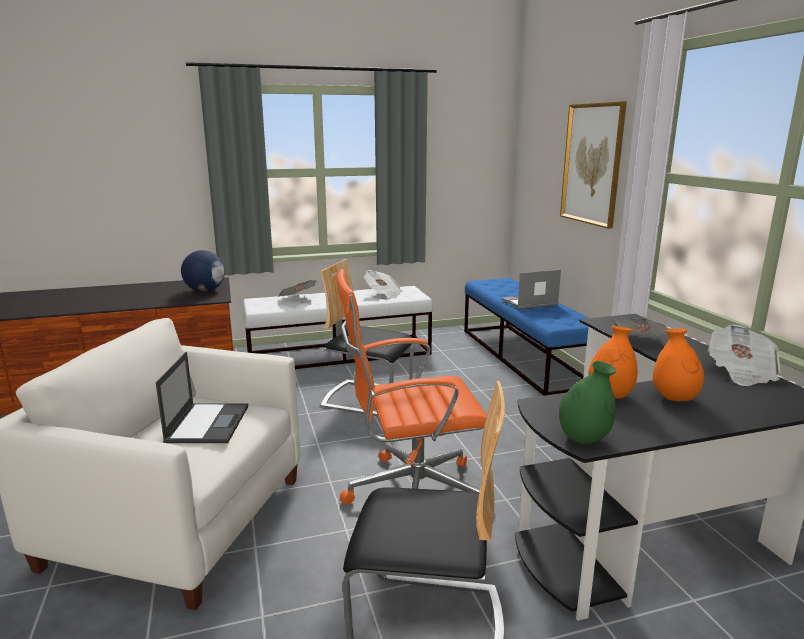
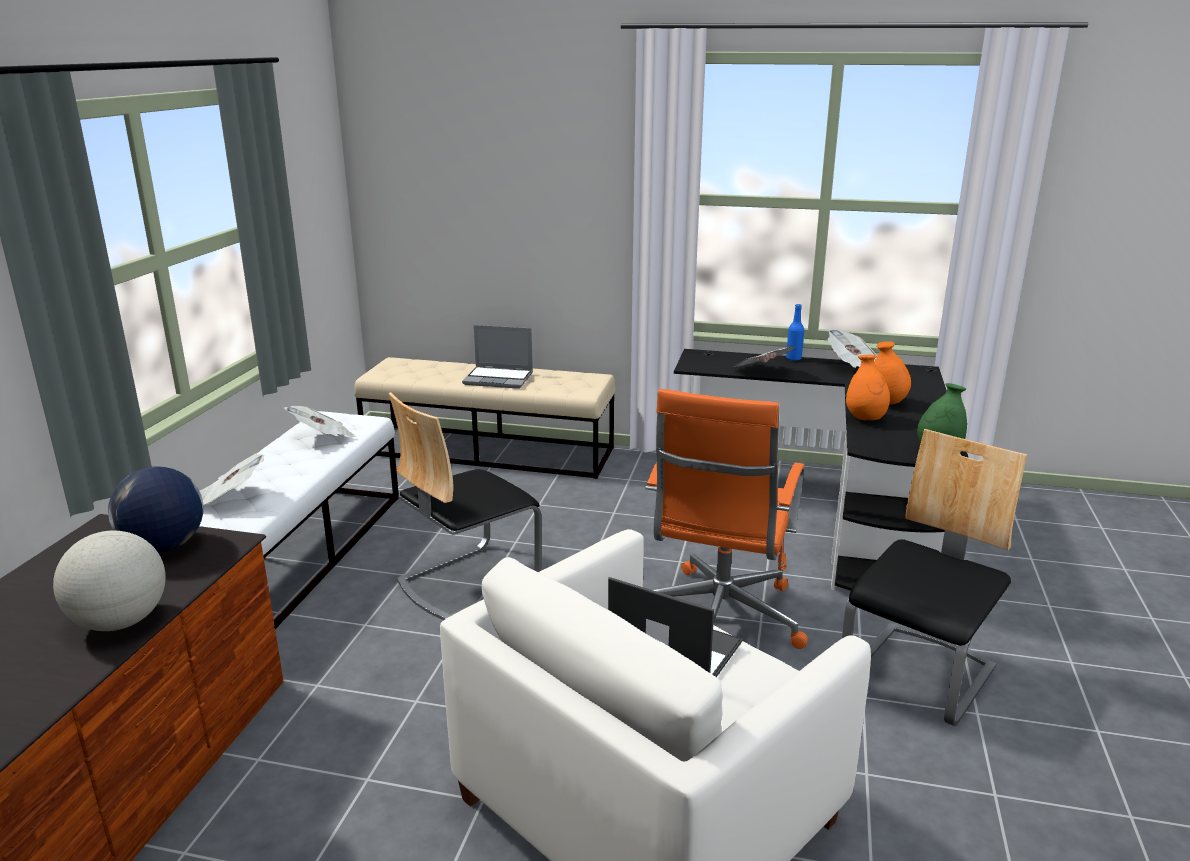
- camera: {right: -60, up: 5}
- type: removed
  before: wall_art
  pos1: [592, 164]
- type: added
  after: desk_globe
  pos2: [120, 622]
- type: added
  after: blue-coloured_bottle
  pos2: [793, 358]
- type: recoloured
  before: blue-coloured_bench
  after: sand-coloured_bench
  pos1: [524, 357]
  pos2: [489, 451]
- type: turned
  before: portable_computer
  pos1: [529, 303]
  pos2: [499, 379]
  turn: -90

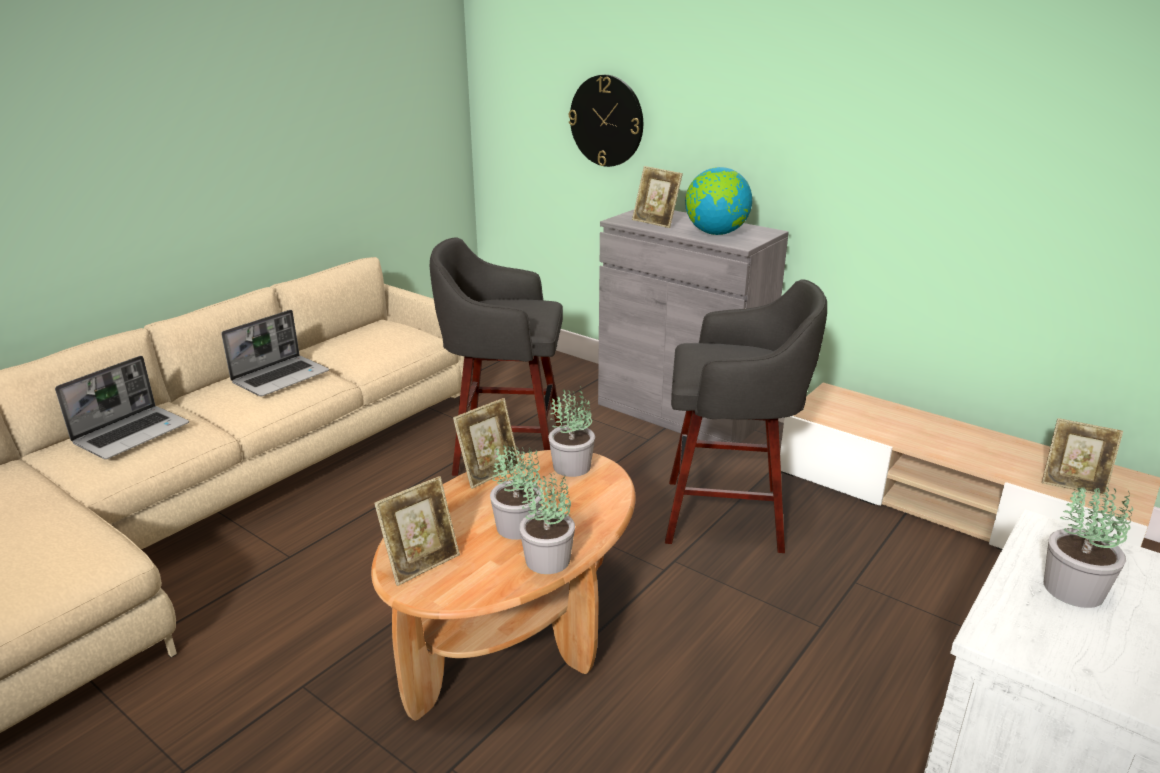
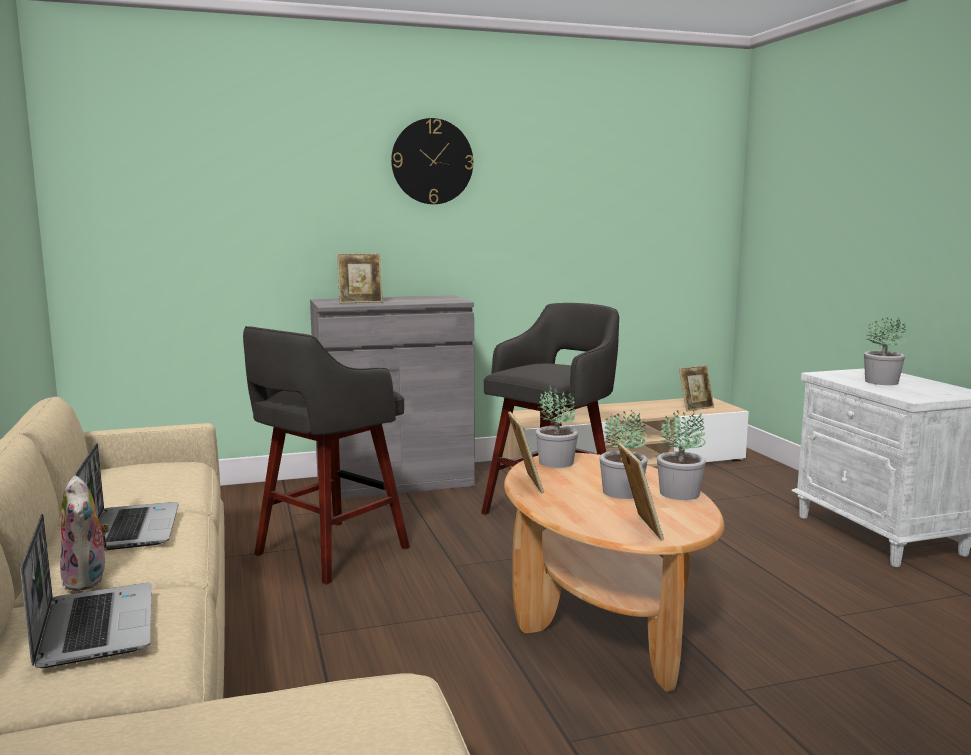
- camera: {right: -55, up: -15}
- type: removed
  before: desk_globe
  pos1: [715, 233]
- type: added
  after: soft_toy
  pos2: [88, 580]
- type: moved
  before: clock_on_the_wall
  pos1: [606, 121]
  pos2: [432, 161]

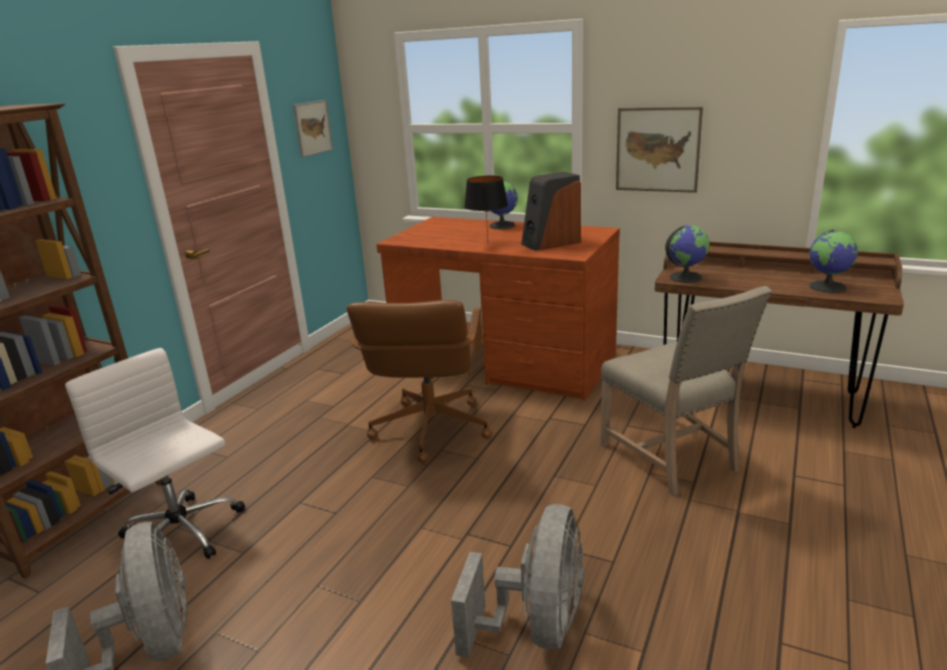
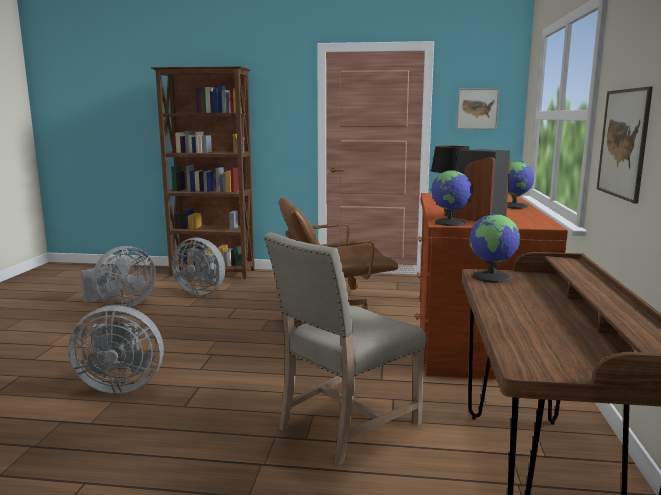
- camera: {right: 70, up: -10}
- type: moved
  before: desk_globe
  pos1: [828, 287]
  pos2: [450, 223]
- type: replaced
  before: whitish_office_chair
  after: greyish_cooling_fan
  pos1: [182, 535]
  pos2: [202, 292]

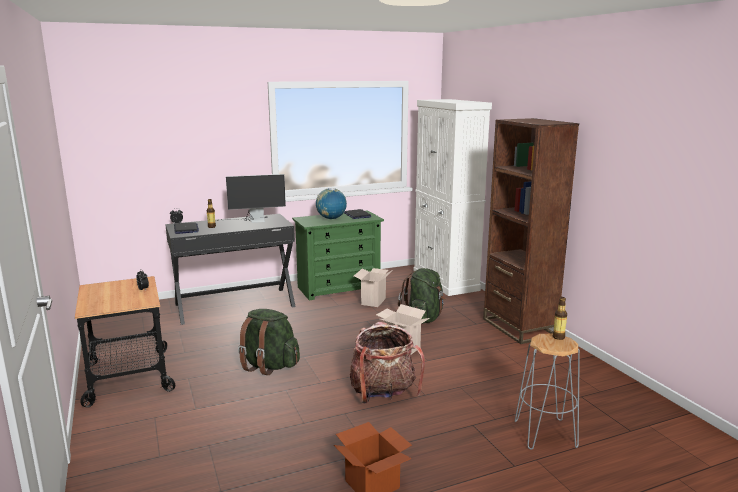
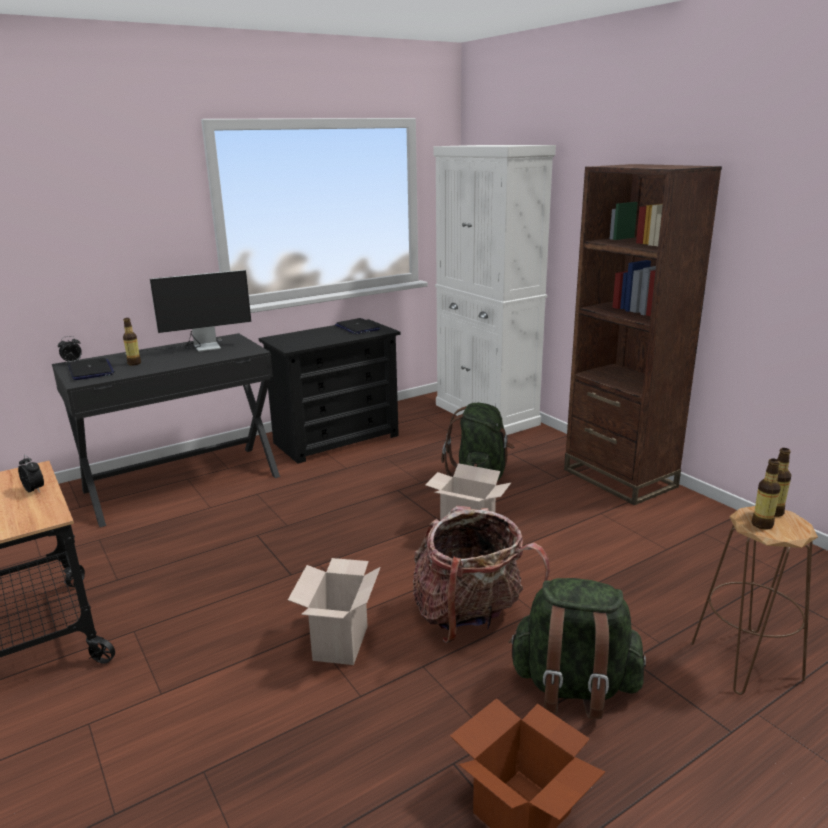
- camera: {right: -10, up: 5}
- type: removed
  before: desk_globe
  pos1: [331, 218]
- type: added
  after: bottle
  pos2: [762, 524]
- type: moved
  before: greenish_knapsack
  pos1: [269, 366]
  pos2: [573, 687]
- type: moved
  before: carton
  pos1: [373, 301]
  pos2: [339, 641]
- type: recoloured
  before: greenish_chest_of_drawers
  after: blackish_chest_of_drawers
  pos1: [339, 288]
  pos2: [337, 439]
- type: recoloured
  before: greyish_stool_seat
  after: brownish_stool_seat
  pos1: [545, 433]
  pos2: [745, 660]

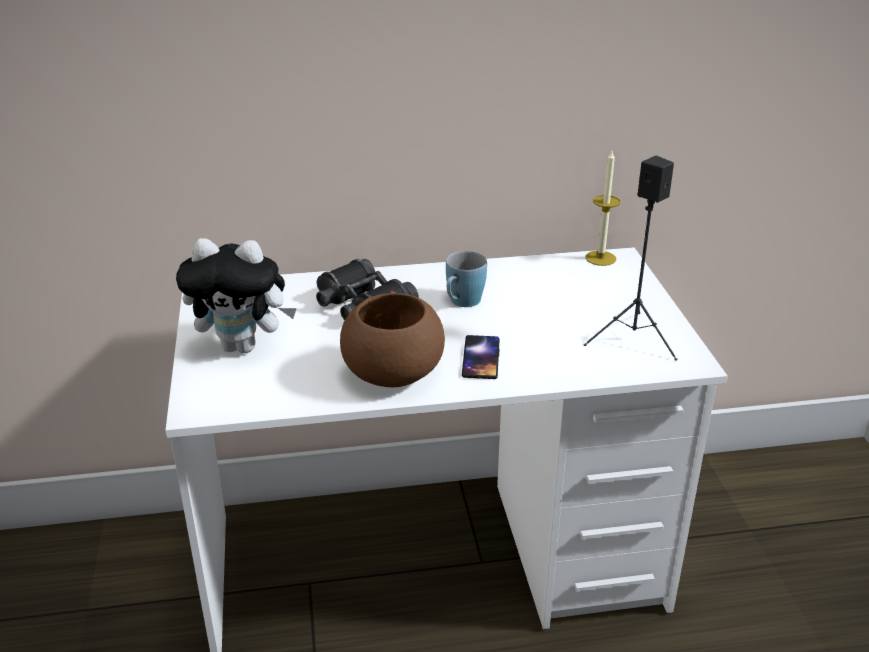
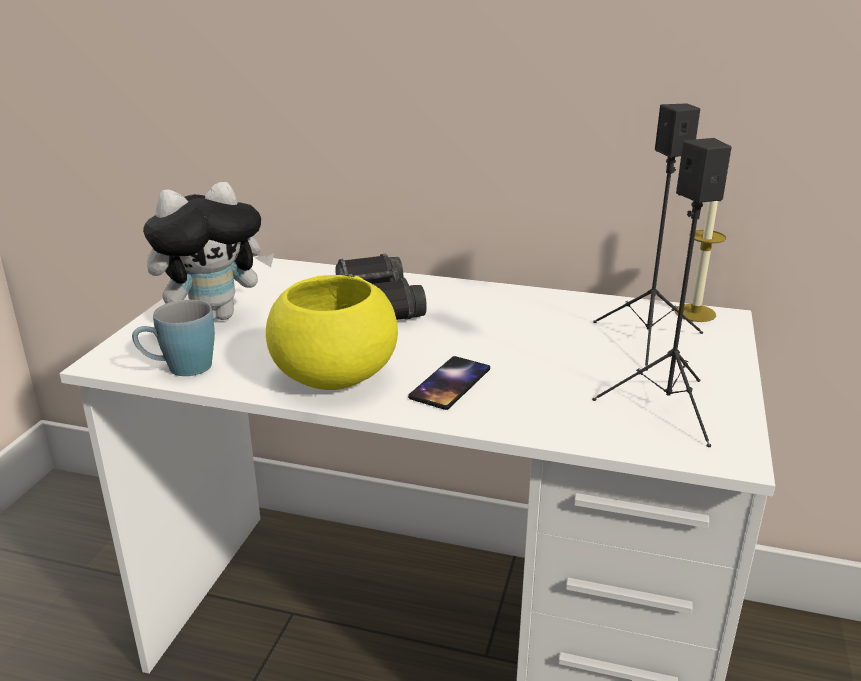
- camera: {right: 25, up: -5}
- type: added
  after: blackish_loudspeaker
  pos2: [647, 341]
- type: moved
  before: blue-coloured_mug
  pos1: [462, 303]
  pos2: [179, 369]
- type: recoloured
  before: brownish_serving_bowl
  after: yellowish_serving_bowl
  pos1: [393, 374]
  pos2: [334, 377]
- type: turned
  before: soft_toy
  pos1: [243, 346]
  pos2: [215, 316]
  turn: -60

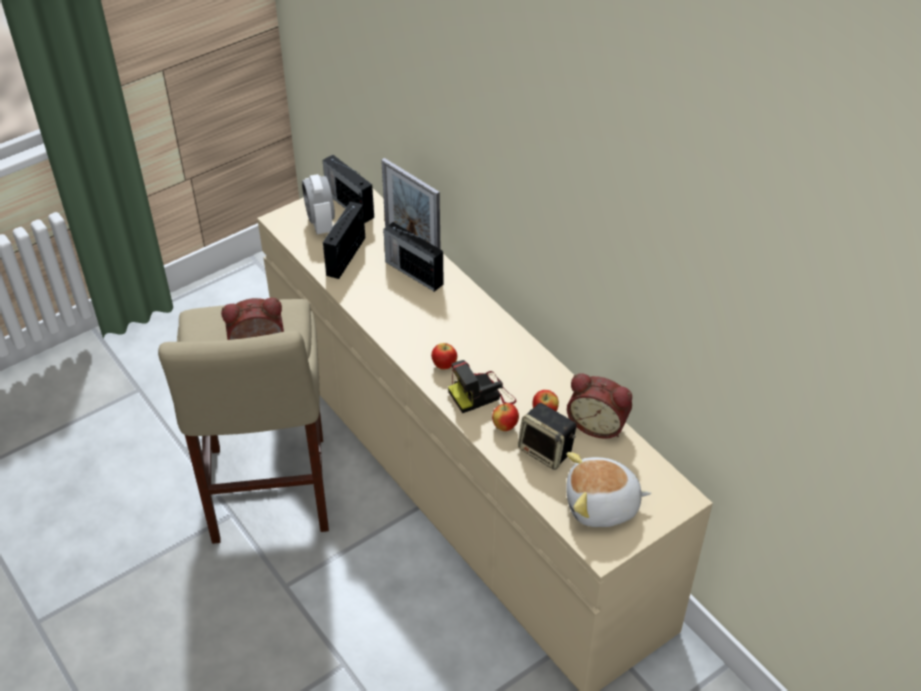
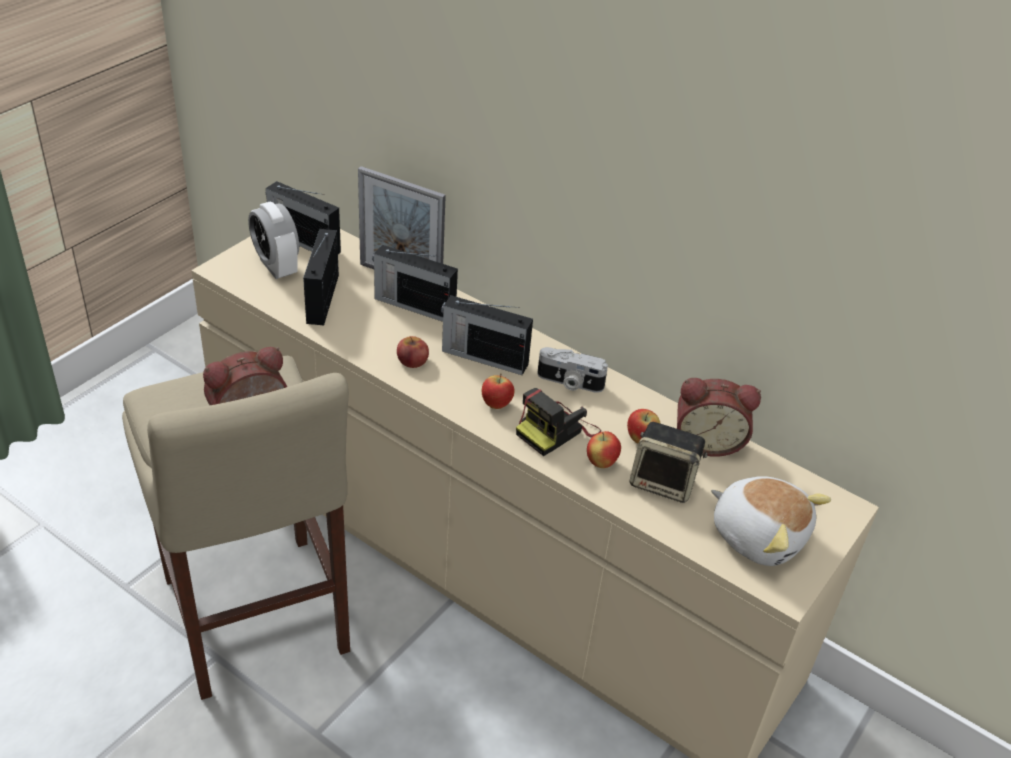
- camera: {right: -20, up: -5}
- type: added
  after: apple
  pos2: [412, 360]
- type: added
  after: radio_receiver
  pos2: [483, 357]
- type: added
  after: still_camera
  pos2: [569, 382]
- type: turned
  before: soft_toy
  pos1: [602, 506]
  pos2: [758, 535]
  turn: -120

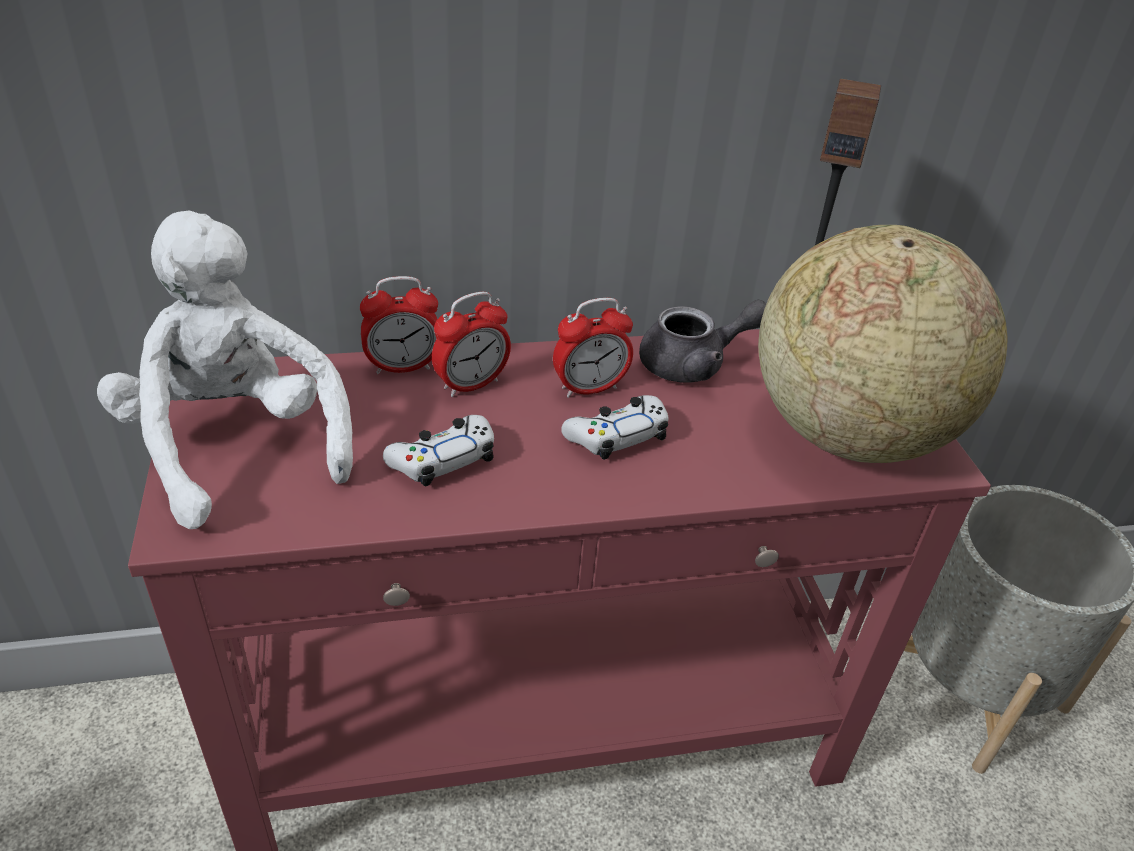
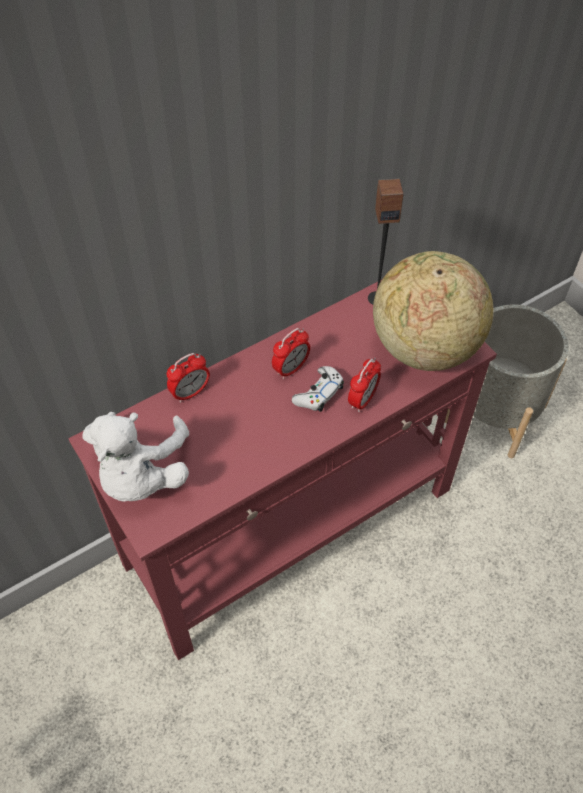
- camera: {right: -20, up: 15}
- type: removed
  before: whitish_game_controller
  pos1: [443, 459]
- type: removed
  before: greyish_pot_for_tea
  pos1: [694, 364]
- type: moved
  before: alarm_clock
  pos1: [471, 385]
  pos2: [362, 400]
- type: turned
  before: whitish_soft_toy
  pos1: [235, 444]
  pos2: [140, 474]
  turn: -120

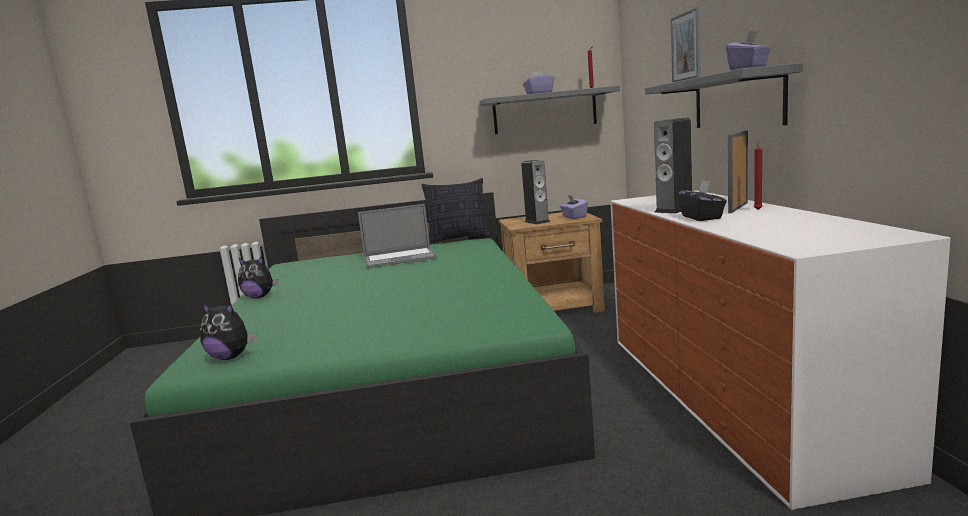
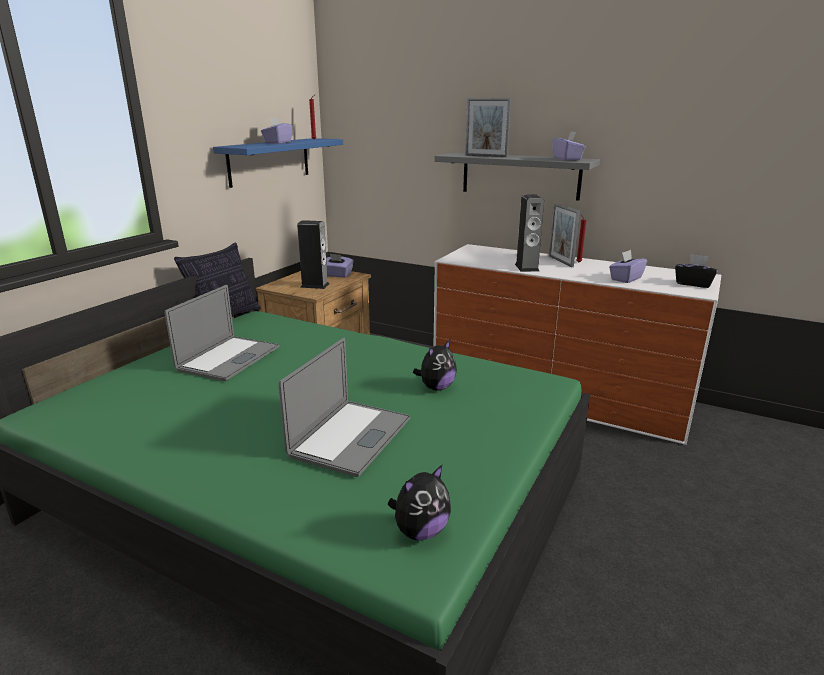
- camera: {right: -55, up: 10}
- type: added
  after: portable_computer
  pos2: [351, 436]
- type: added
  after: purple-coloured_box_of_tissues
  pos2: [625, 279]
- type: moved
  before: soft_toy
  pos1: [259, 297]
  pos2: [436, 387]
- type: moved
  before: blackish_box_of_tissues
  pos1: [702, 217]
  pos2: [693, 283]
- type: recoloured
  before: greyish_wall_shelf
  after: blue-coloured_wall_shelf
  pos1: [545, 111]
  pos2: [269, 161]

